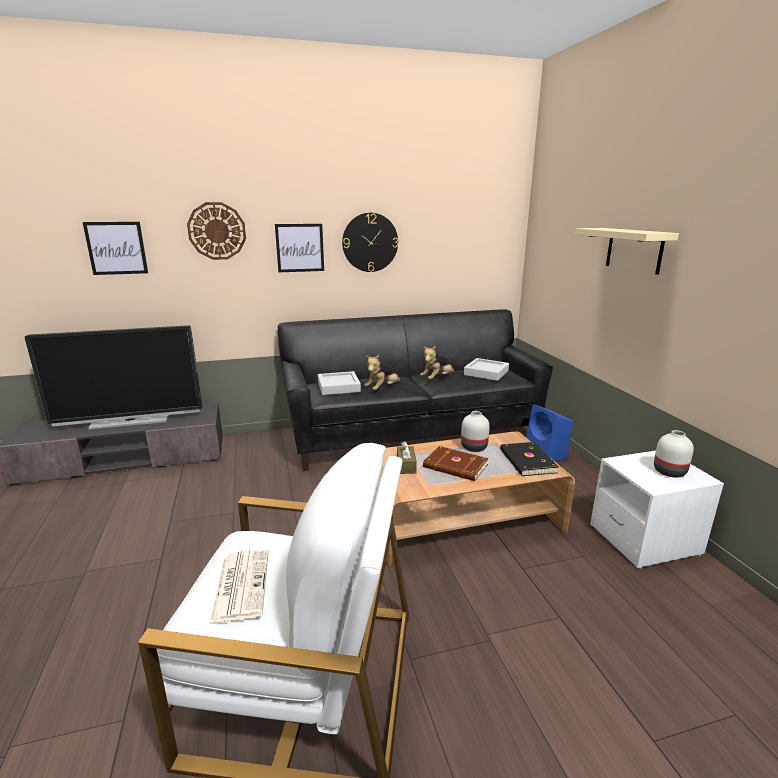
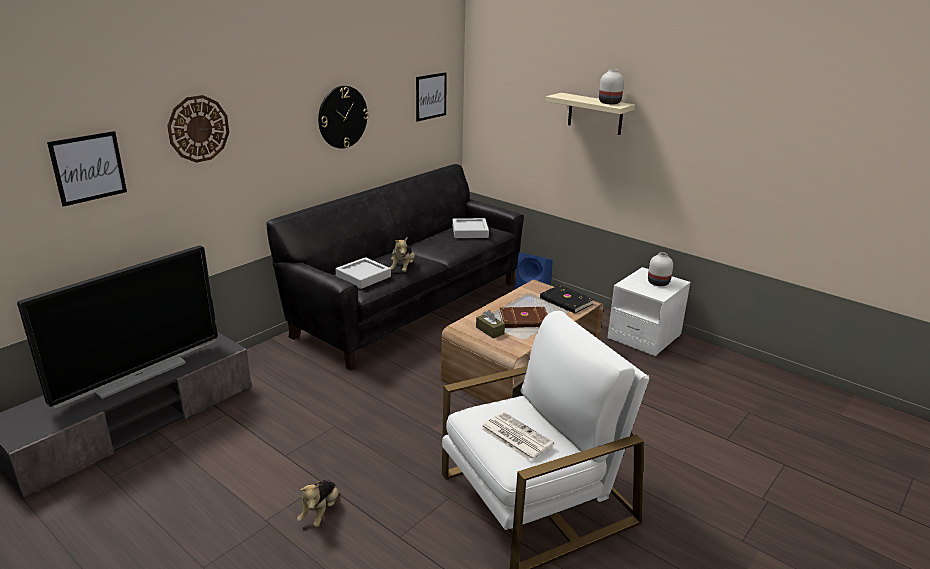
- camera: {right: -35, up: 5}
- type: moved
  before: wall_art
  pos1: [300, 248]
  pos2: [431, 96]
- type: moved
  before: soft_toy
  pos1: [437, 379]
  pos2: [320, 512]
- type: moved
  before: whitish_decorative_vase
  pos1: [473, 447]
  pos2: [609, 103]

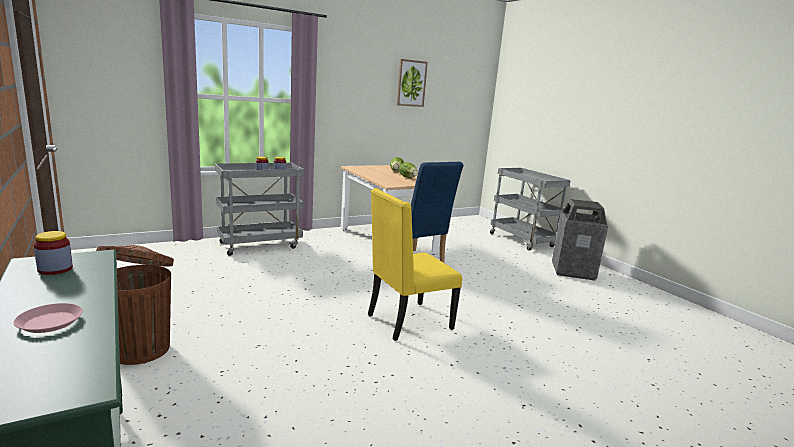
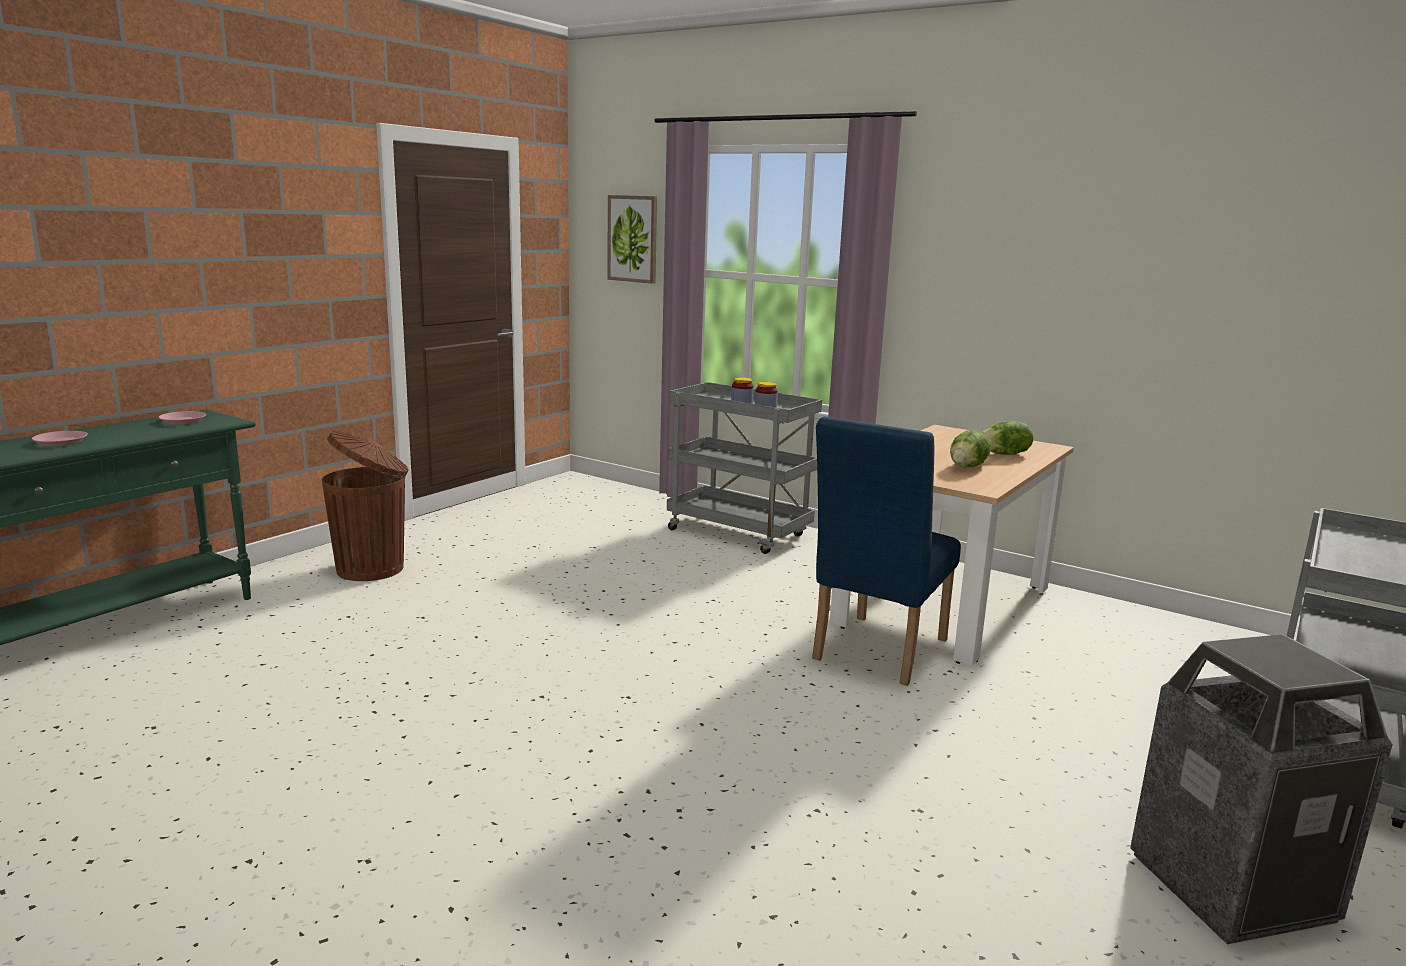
- camera: {right: 65, up: 0}
- type: removed
  before: yellowish_plain_chair
  pos1: [407, 322]
- type: moved
  before: wall_art
  pos1: [411, 83]
  pos2: [633, 239]
- type: replaced
  before: preserve_jar
  after: pinkish_flat_dish
  pos1: [55, 269]
  pos2: [183, 421]

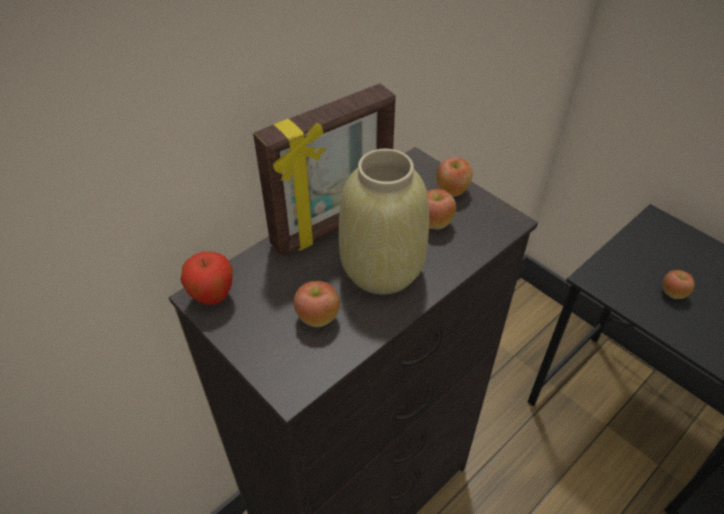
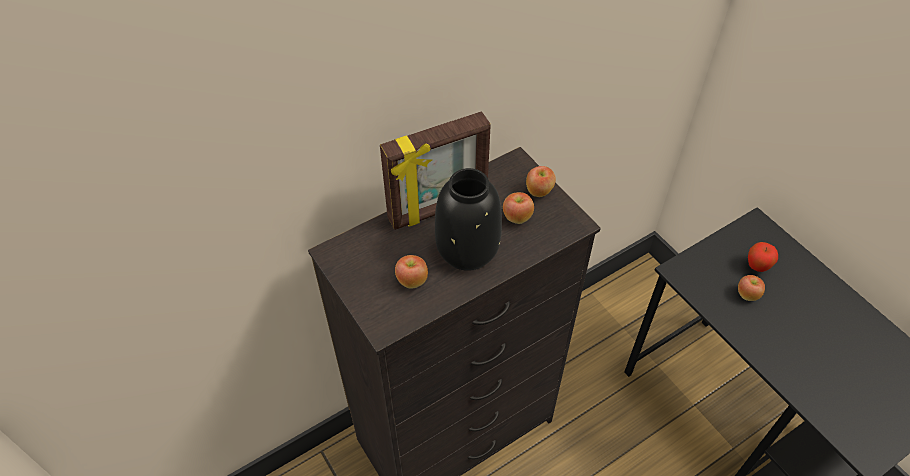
- camera: {right: 10, up: 5}
- type: moved
  before: apple
  pos1: [213, 297]
  pos2: [757, 266]
- type: recoloured
  before: sand-coloured_decorative_vase
  after: blackish_decorative_vase
  pos1: [381, 270]
  pos2: [466, 250]

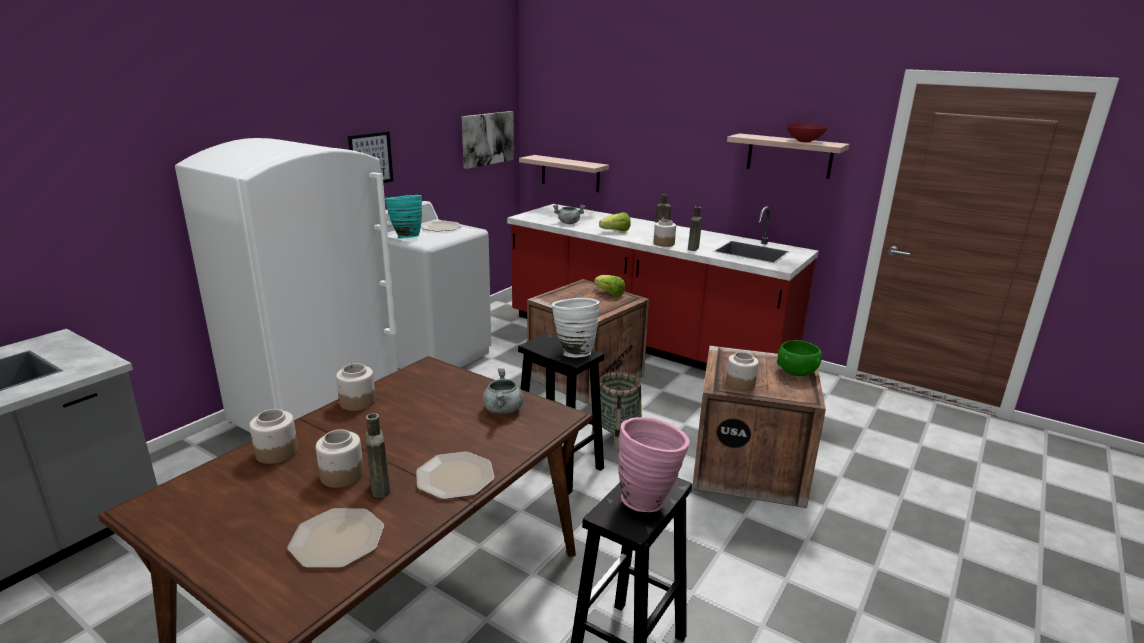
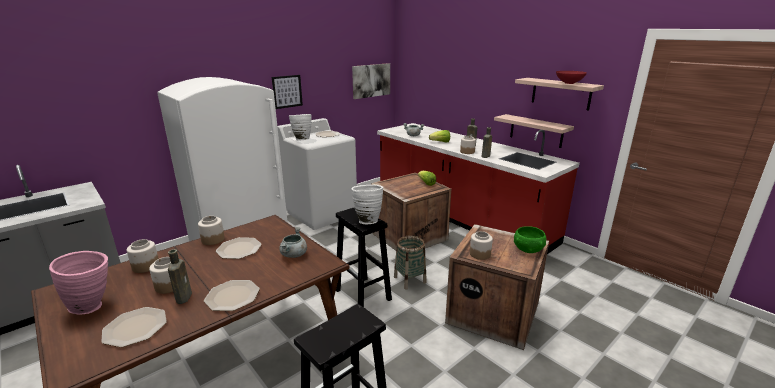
- camera: {right: 15, up: 0}
- type: added
  after: flat_dish
  pos2: [239, 249]
- type: moved
  before: wall_shelf
  pos1: [570, 173]
  pos2: [536, 131]
- type: moved
  before: pinkish_decorative_vase
  pos1: [649, 499]
  pos2: [94, 306]
- type: recoloured
  before: turquoise-coloured_decorative_vase
  after: whitish_decorative_vase
  pos1: [405, 237]
  pos2: [301, 139]

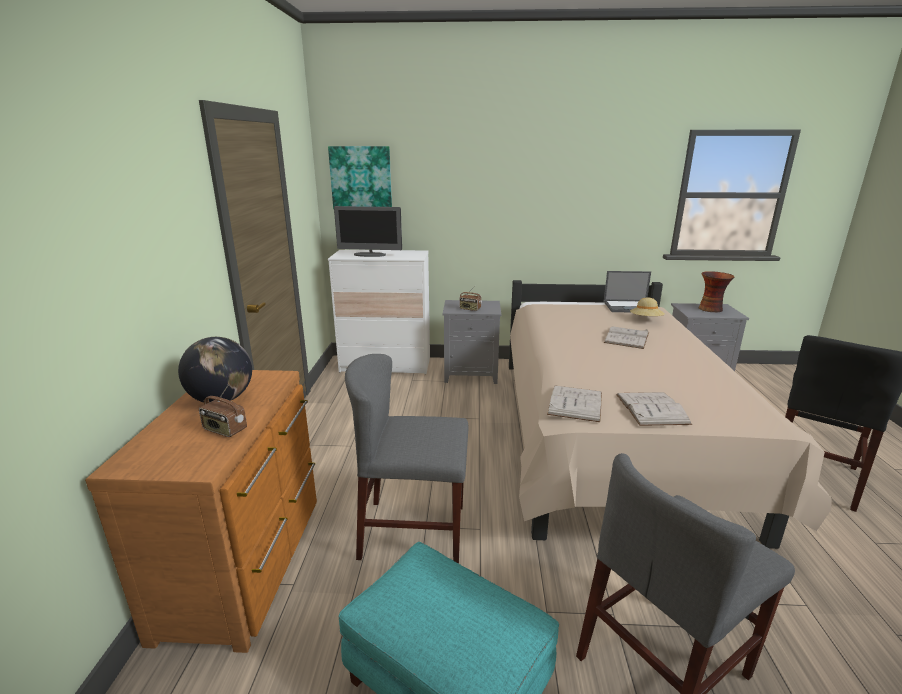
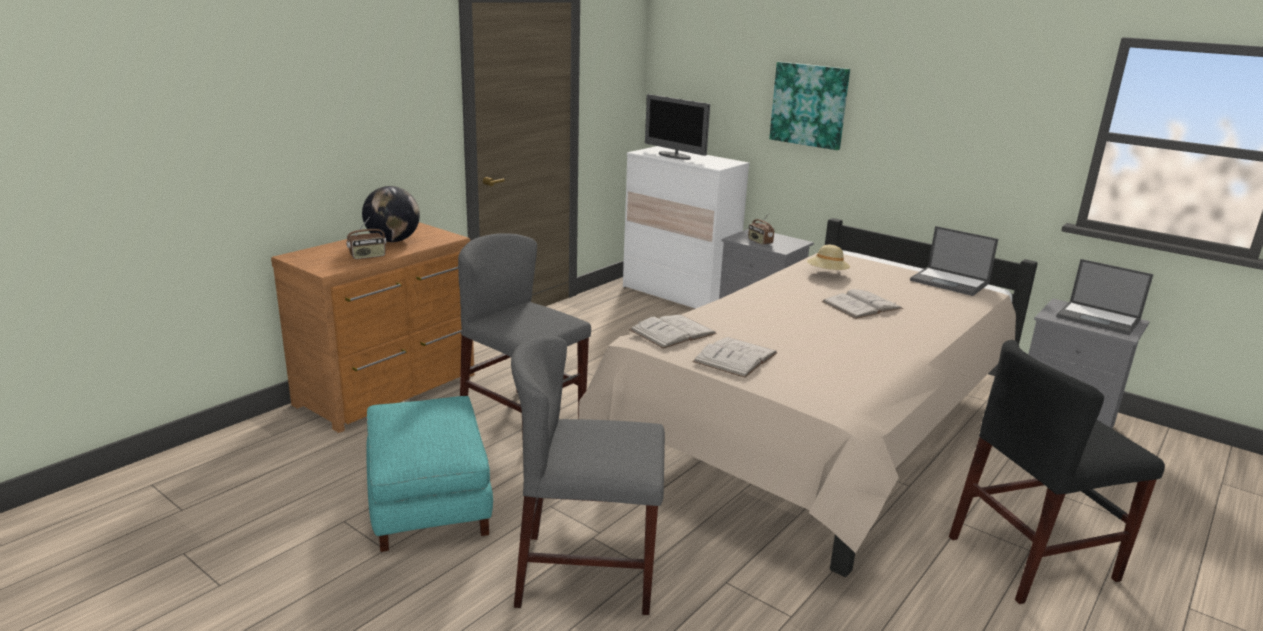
- camera: {right: 35, up: 0}
- type: moved
  before: wall_art
  pos1: [361, 178]
  pos2: [809, 105]
- type: moved
  before: sand-coloured_clothing_hat
  pos1: [646, 320]
  pos2: [827, 274]
- type: replaced
  before: decorative_vase
  after: portable_computer
  pos1: [711, 309]
  pos2: [1099, 318]
- type: turned
  before: radio_receiver
  pos1: [224, 430]
  pos2: [368, 256]
  turn: -90

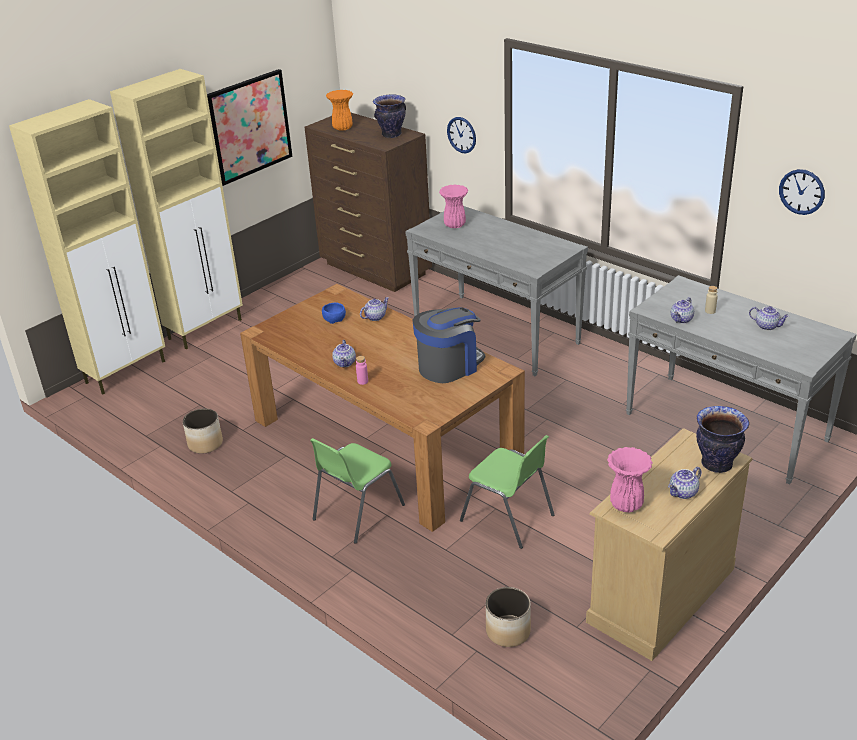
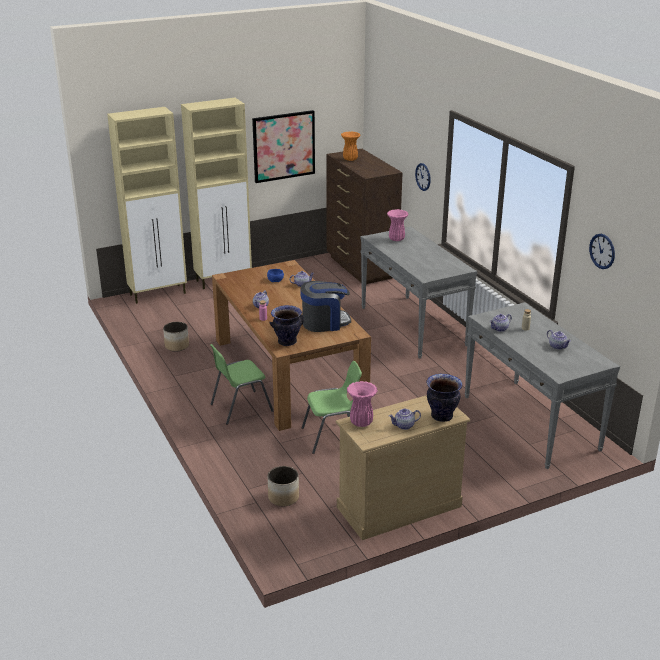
- camera: {right: 20, up: -5}
- type: moved
  before: decorative_vase
  pos1: [391, 134]
  pos2: [287, 342]
- type: turned
  before: greenish_plain_chair
  pos1: [508, 518]
  pos2: [333, 436]
  turn: -75

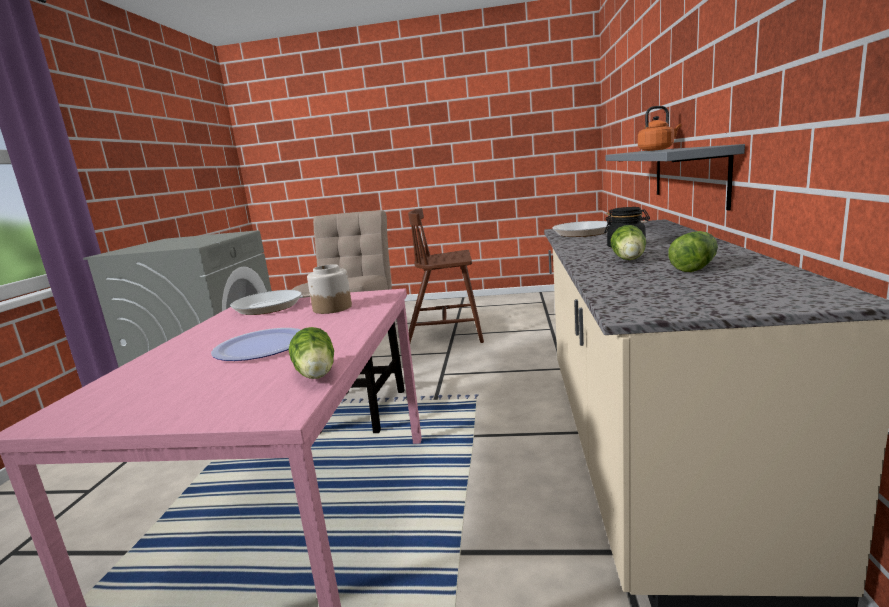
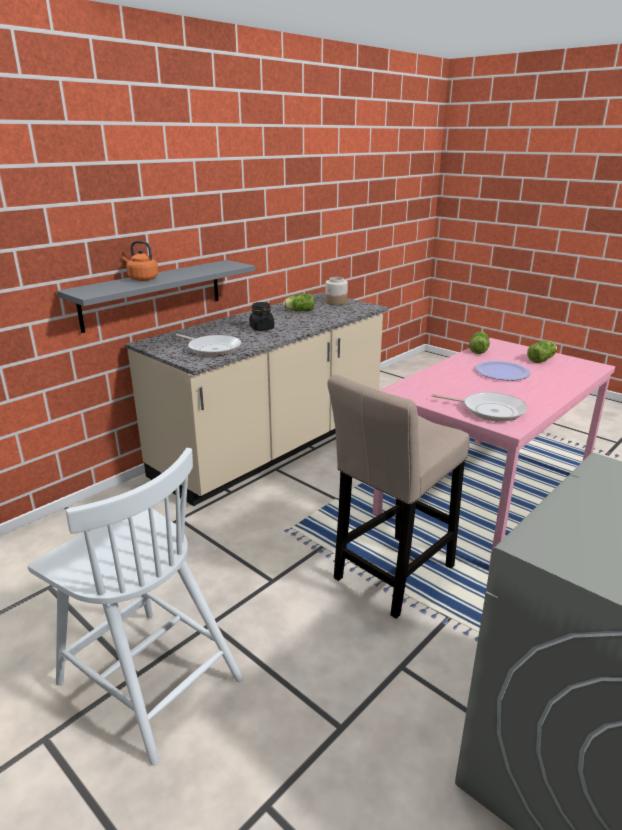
- camera: {right: -145, up: 10}
- type: moved
  before: preserve_jar
  pos1: [332, 308]
  pos2: [336, 302]
- type: moved
  before: head_of_lettuce
  pos1: [629, 260]
  pos2: [542, 360]
- type: recoloured
  before: brownish_plain_chair
  after: whitish_plain_chair
  pos1: [446, 336]
  pos2: [147, 679]

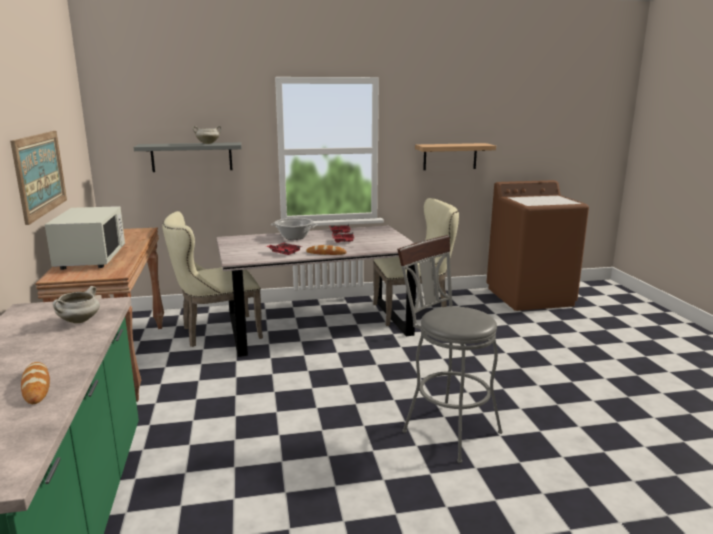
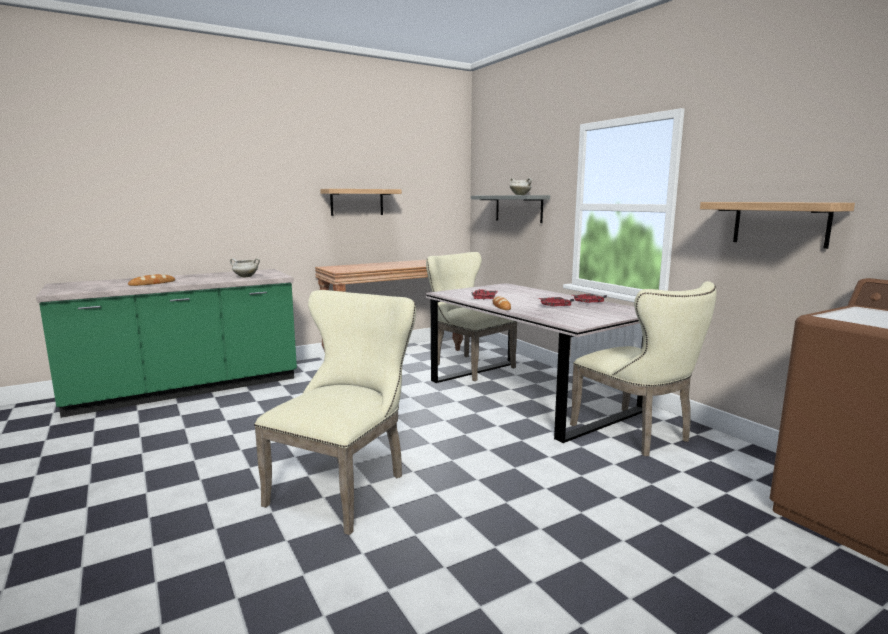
- camera: {right: 70, up: -5}
- type: removed
  before: whitish_microwave
  pos1: [91, 258]
- type: removed
  before: saucepot
  pos1: [294, 237]
- type: replaced
  before: wall_art
  after: wall_shelf
  pos1: [40, 174]
  pos2: [357, 202]
- type: replaced
  before: greyish_stool_seat
  after: sand-coloured_plain_chair
  pos1: [445, 428]
  pos2: [345, 487]

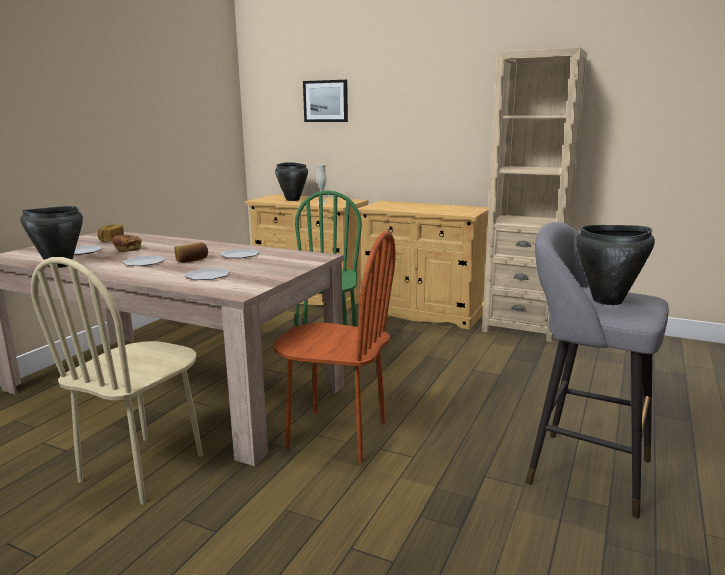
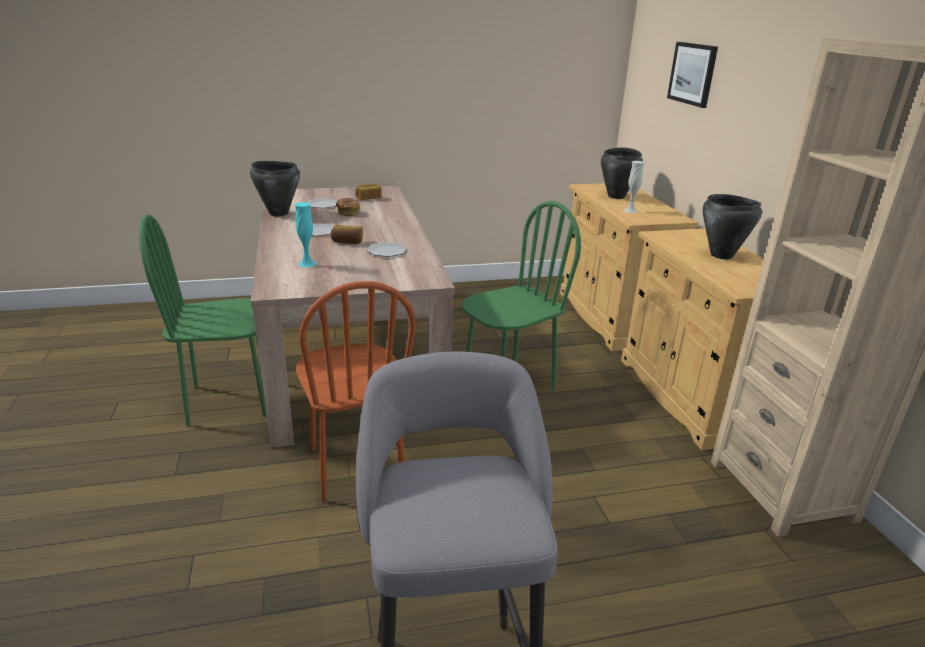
- camera: {right: 50, up: 10}
- type: moved
  before: blackish_saucepot
  pos1: [608, 301]
  pos2: [721, 255]
- type: replaced
  before: flat_dish
  after: turquoise-coloured_decorative_vase
  pos1: [208, 276]
  pos2: [307, 264]
- type: recoloured
  before: sand-coloured_plain_chair
  after: greenish_plain_chair
  pos1: [143, 468]
  pos2: [229, 401]

